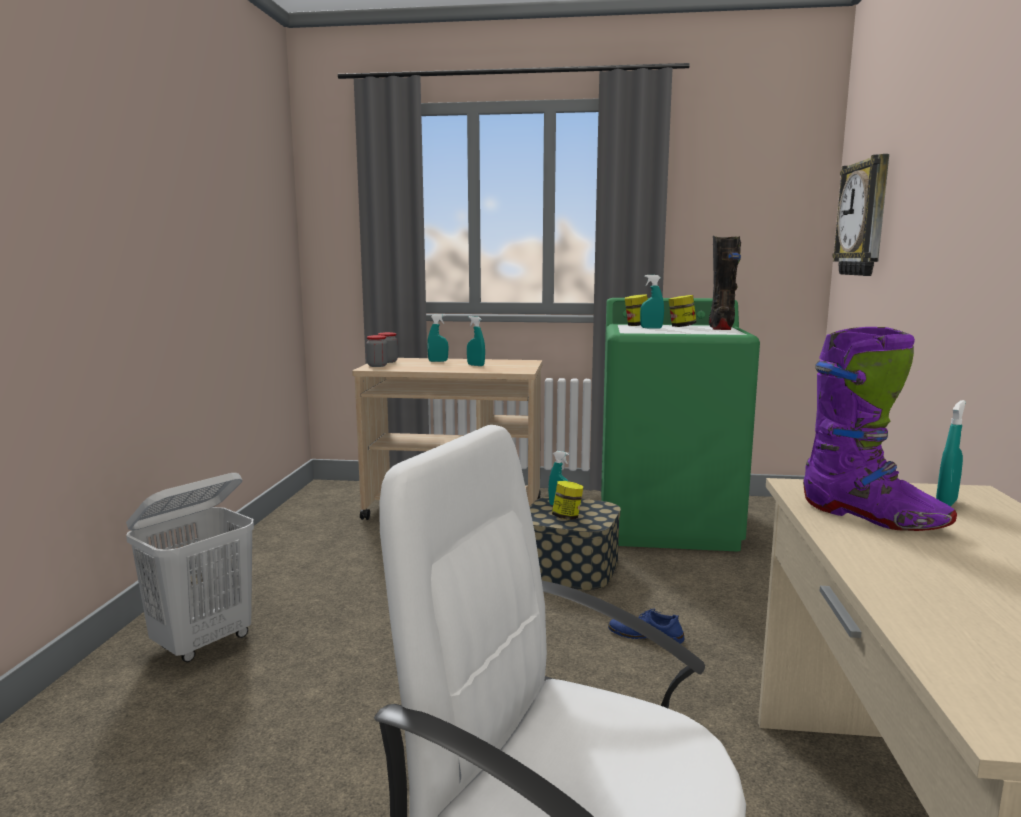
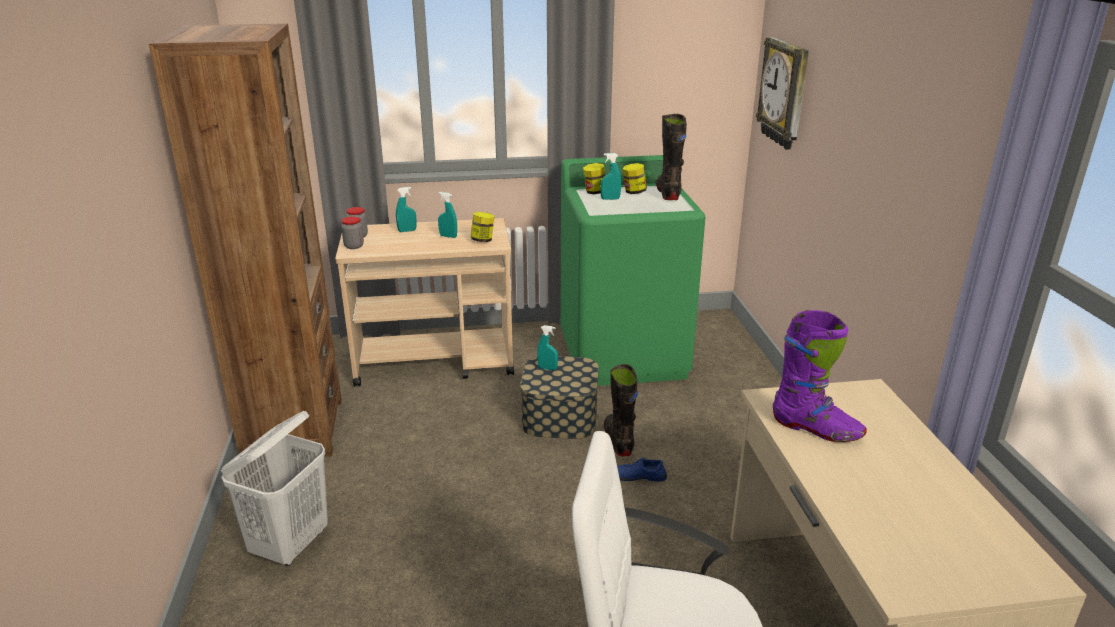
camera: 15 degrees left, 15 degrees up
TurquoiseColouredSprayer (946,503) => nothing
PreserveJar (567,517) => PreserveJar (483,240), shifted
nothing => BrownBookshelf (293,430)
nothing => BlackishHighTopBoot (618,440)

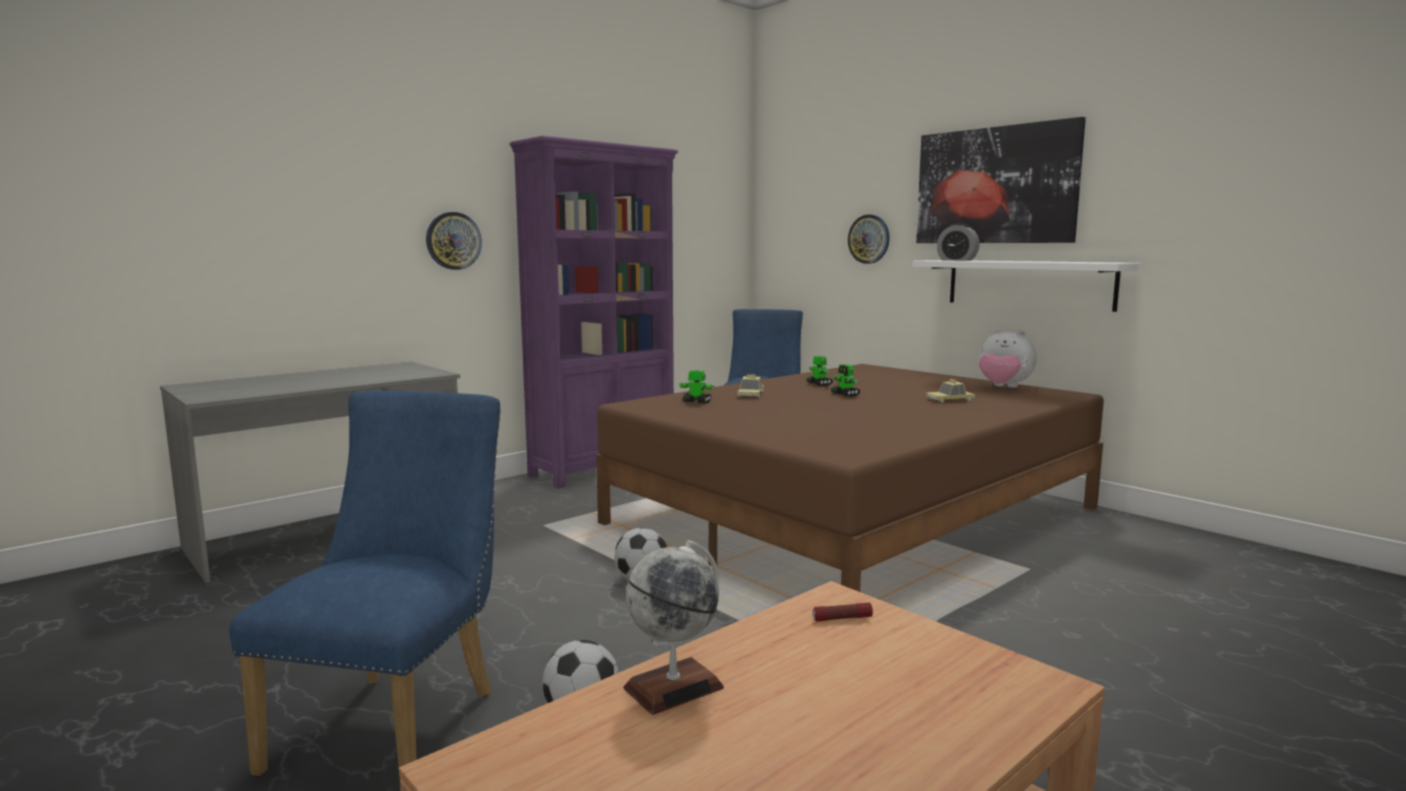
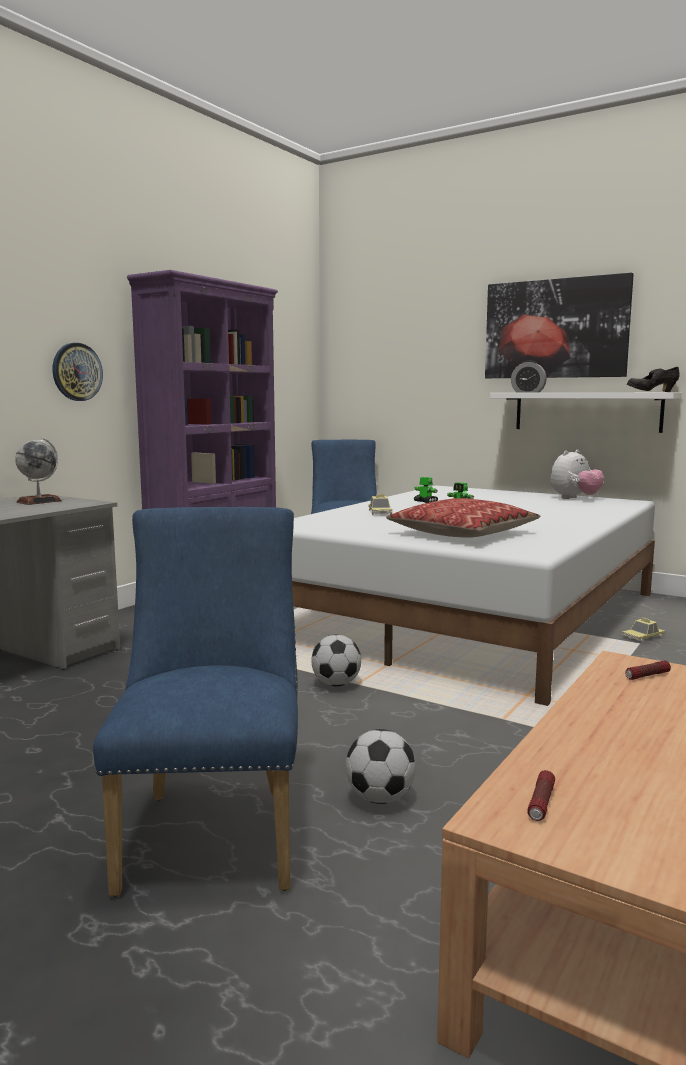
camera: 15 degrees left, 0 degrees up
HangingClock (869,239) => nothing
SoftToy (1003,387) => SoftToy (575,498), 60 degrees counterclockwise
BrownBed (855,516) => WhiteColouredBed (472,615)
ToyRobot (696,402) => nothing
ToyCar (949,399) => ToyCar (643,637), shifted
WorldGlobe (673,687) => WorldGlobe (39,501), shifted
nothing => BlackishLowShoe (651,392)
nothing => Pillow (462,533)
nothing => Torch (541,803)

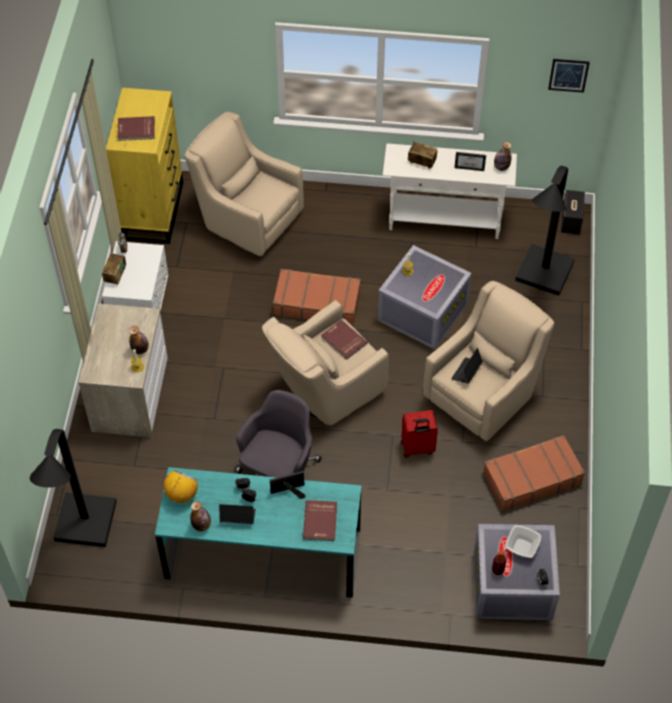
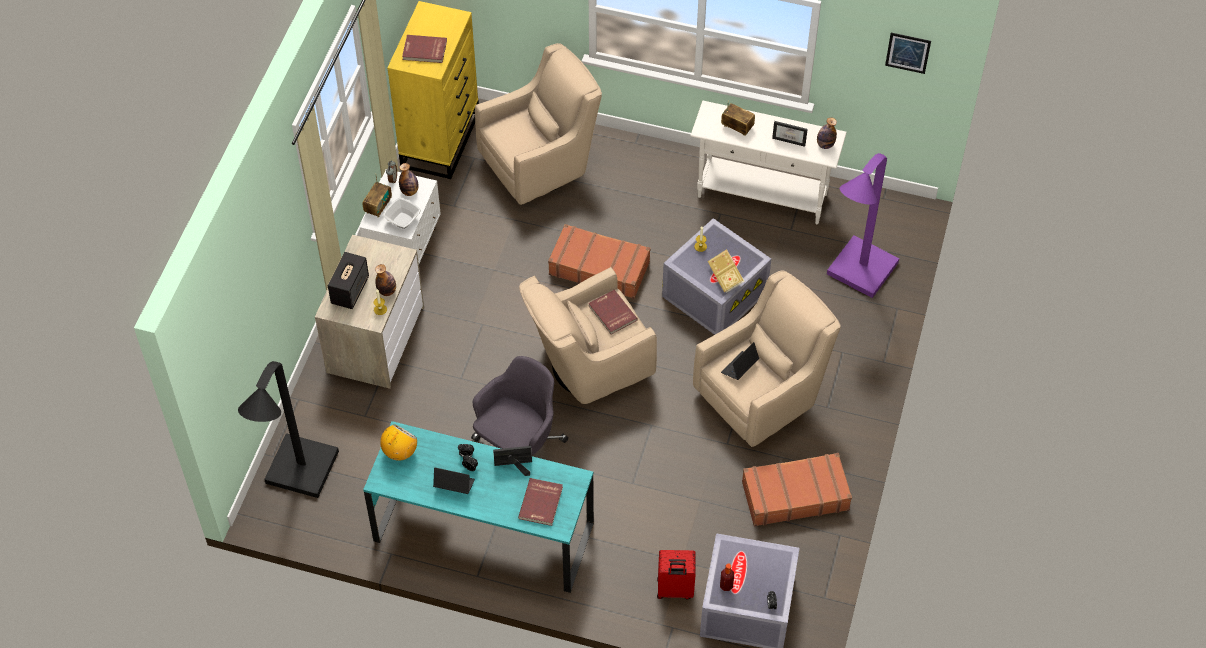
camera: 10 degrees right, 0 degrees up
BeigeArmchair (247,220) => BeigeArmchair (541,164), 105 degrees clockwise
BlackishStandingLamp (541,278) => PurpleStandingLamp (857,275)
Loudspeaker (570,220) => Loudspeaker (350,290), shifted
RedColouredSuitcase (417,448) => RedColouredSuitcase (674,590), shifted
BeverageBottle (201,525) => BeverageBottle (409,191), shifted
Bowl (522,547) => Bowl (403,220), shifted
nothing => Book (726,277)

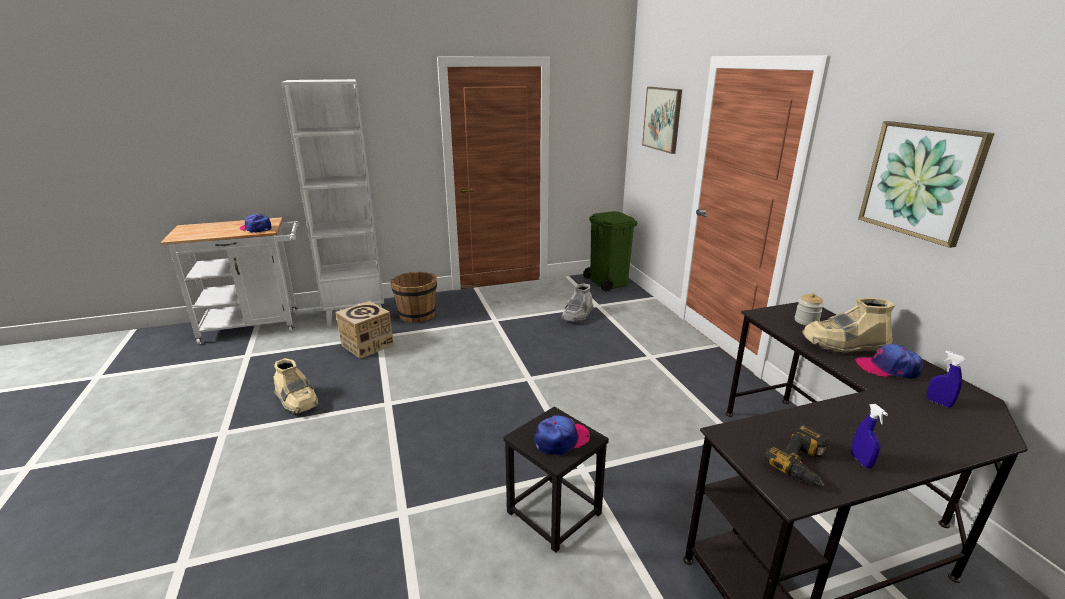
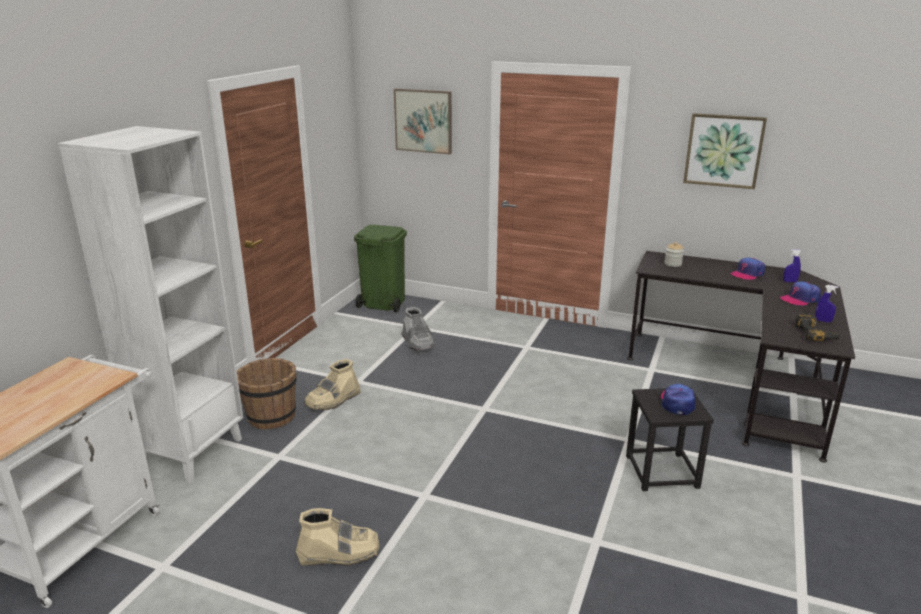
camera: 50 degrees left, 0 degrees up
Cap (256,228) => Cap (800,299), shifted
BeigeHighTopBoot (844,345) => BeigeHighTopBoot (333,400), shifted
PackingBox (367,345) => nothing

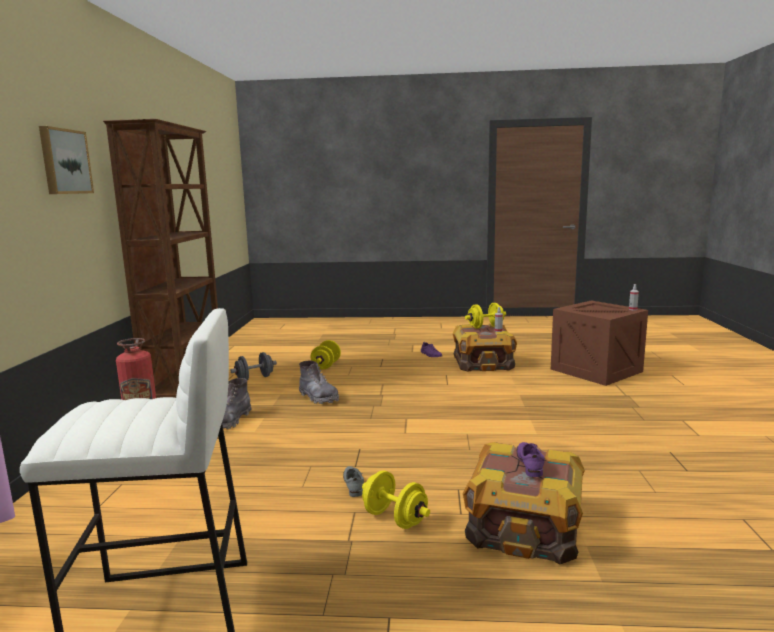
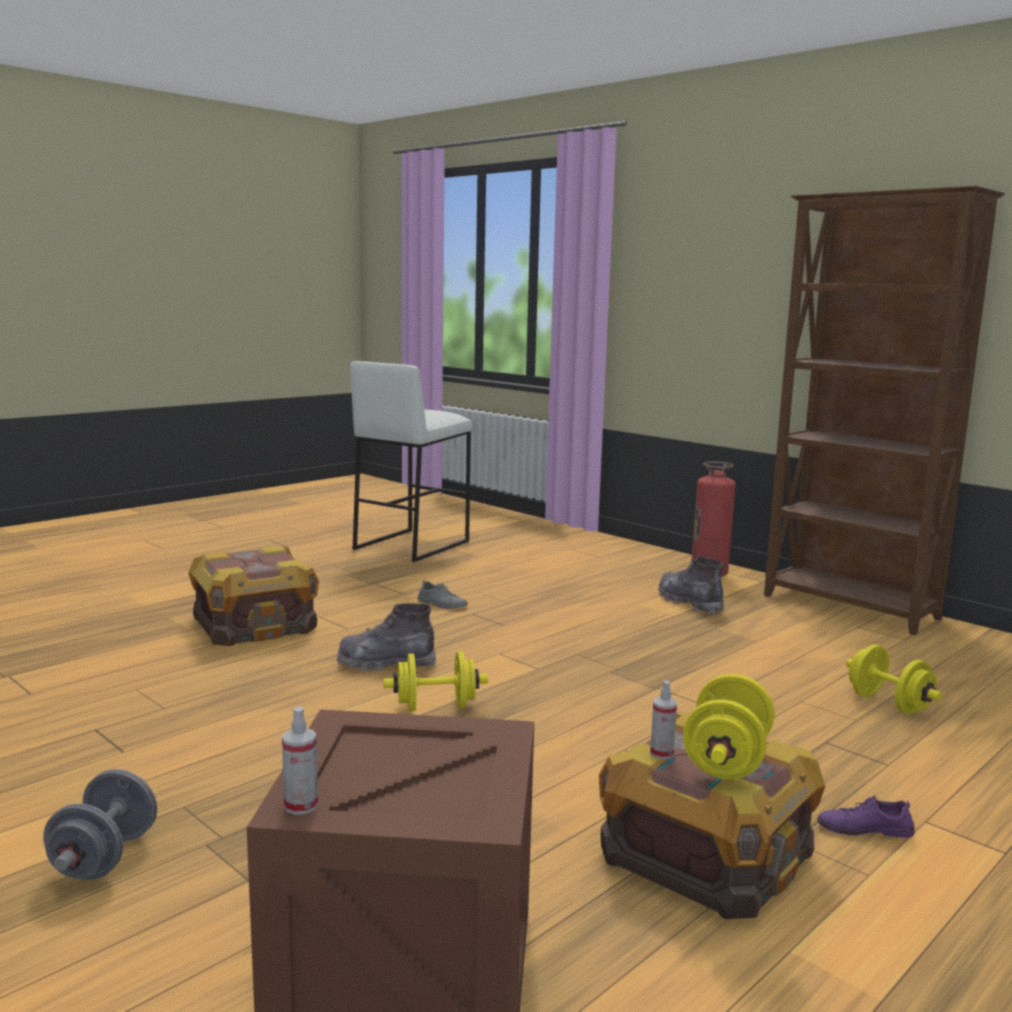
camera: 130 degrees right, 0 degrees up
Picture (64,161) => nothing
GreyishFreeWeight (254,378) => GreyishFreeWeight (104,857), shifted
GreyishHighTopBoot (318,397) => GreyishHighTopBoot (386,664), shifted
PurpleLowShoe (529,463) => nothing
YellowColouredFreeWeight (395,518) => YellowColouredFreeWeight (435,707), shifted

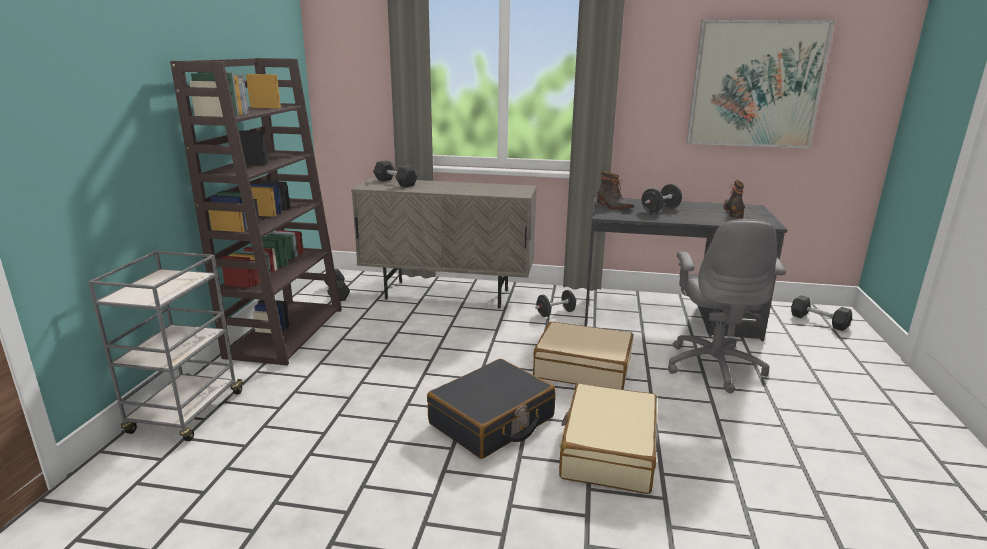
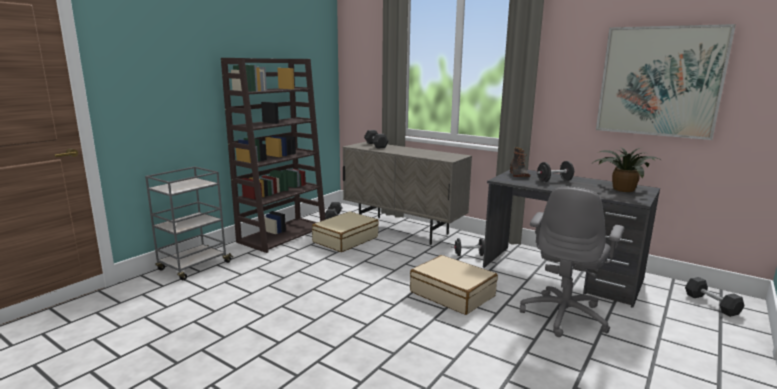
camera: 25 degrees right, 5 degrees down
HighTopBoot (734,211) => Houseplant (621,189)
BlackishSuitcase (492,421) => nothing
BeigeSuitcase (607,451) => BeigeSuitcase (345,239), shifted

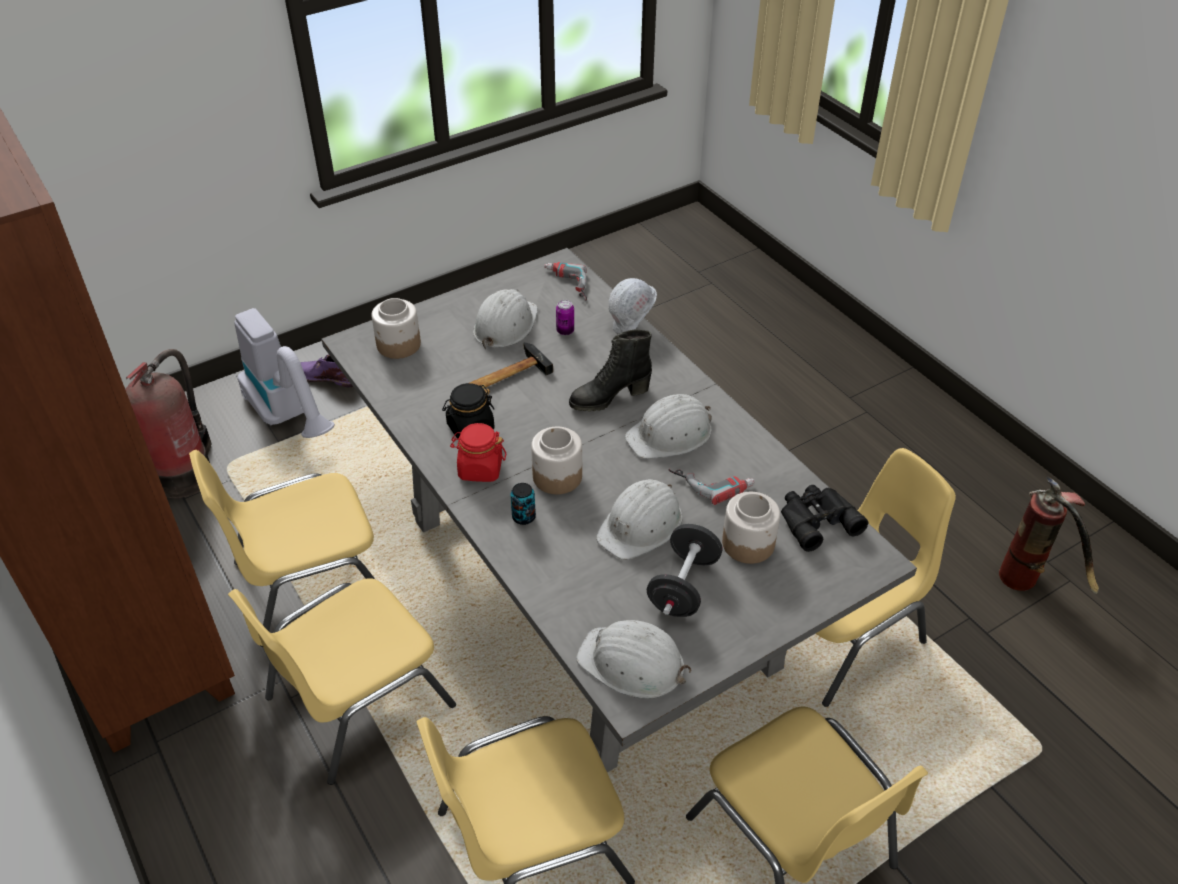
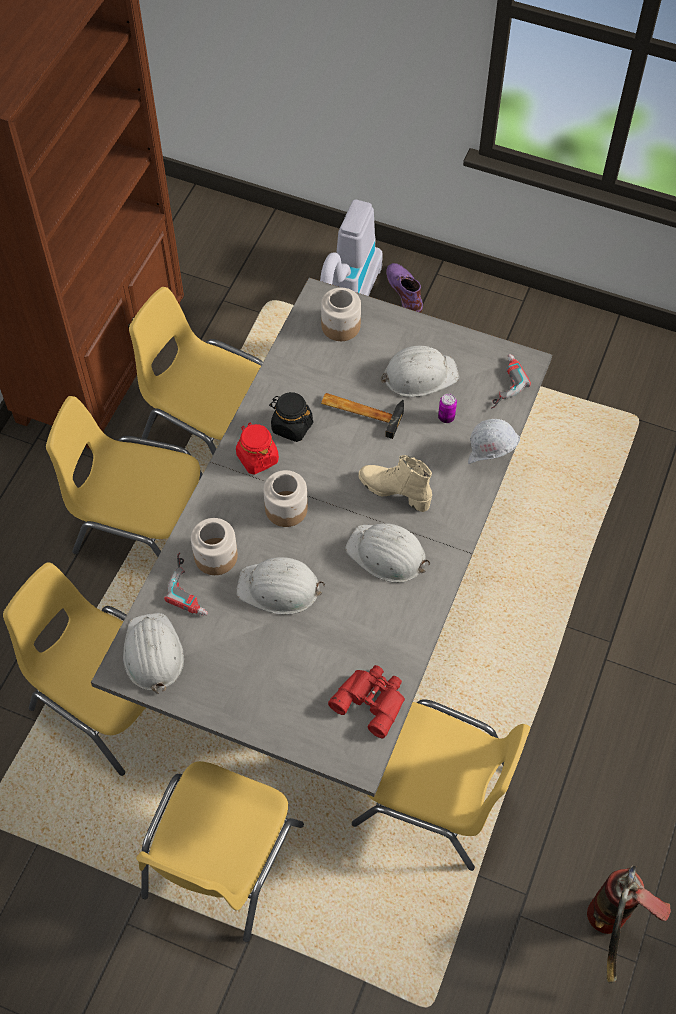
camera: 55 degrees right, 15 degrees up
BlackishHighTopBoot (609,397) => BeigeHighTopBoot (395,491)
FireExtinguisher (185,472) => nothing
Drill (712,481) => Drill (192,587), shifted
SealedCan (523,517) => nothing
BlackishPairOfBinoculars (816,520) => RedColouredPairOfBinoculars (371,699)
PreserveJar (748,543) => PreserveJar (216,556), shifted
BlackishFreeWeight (683,586) => nothing

